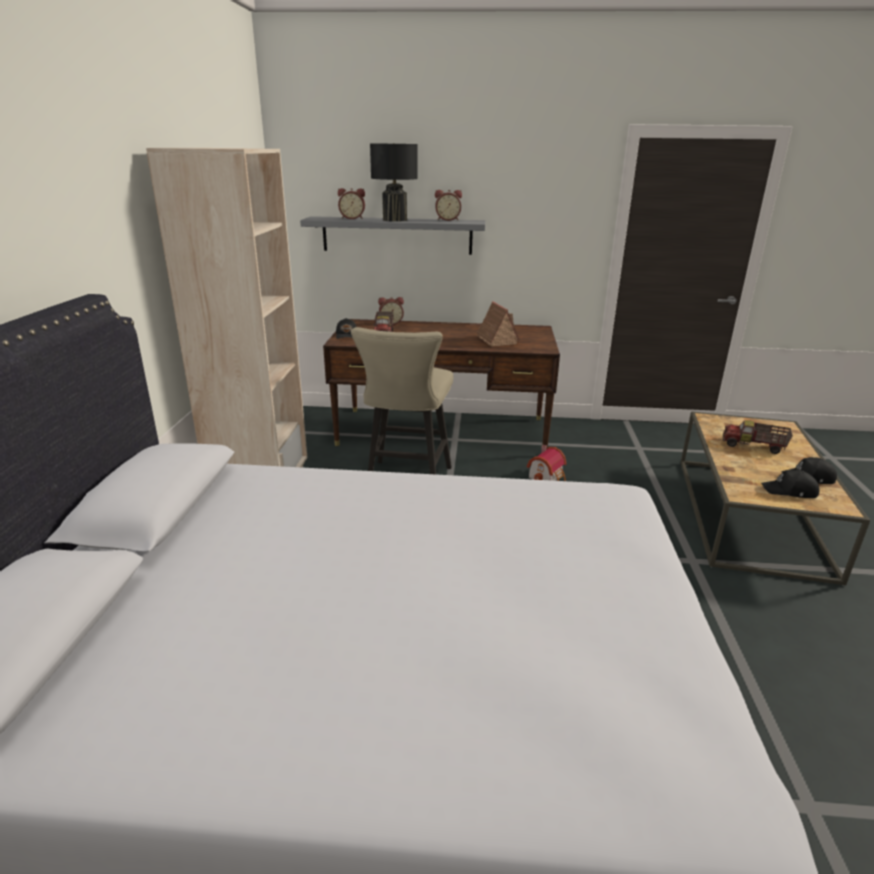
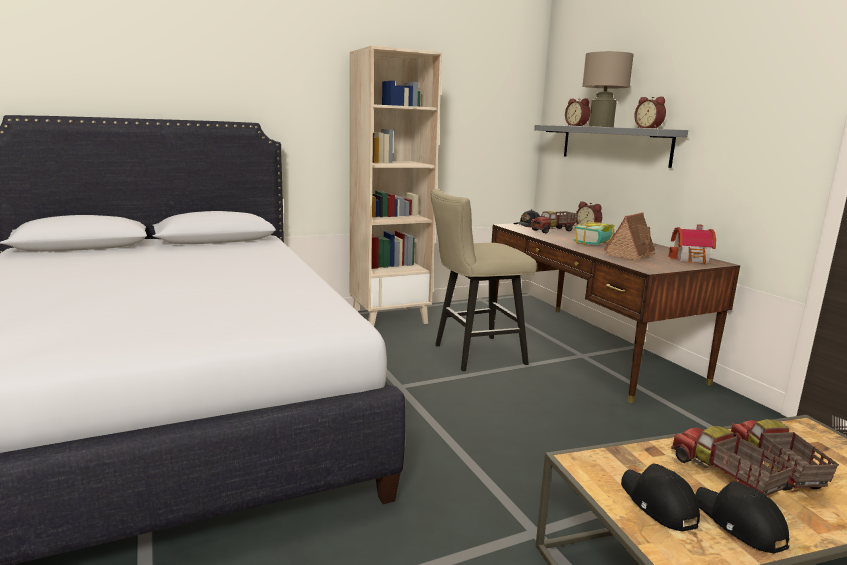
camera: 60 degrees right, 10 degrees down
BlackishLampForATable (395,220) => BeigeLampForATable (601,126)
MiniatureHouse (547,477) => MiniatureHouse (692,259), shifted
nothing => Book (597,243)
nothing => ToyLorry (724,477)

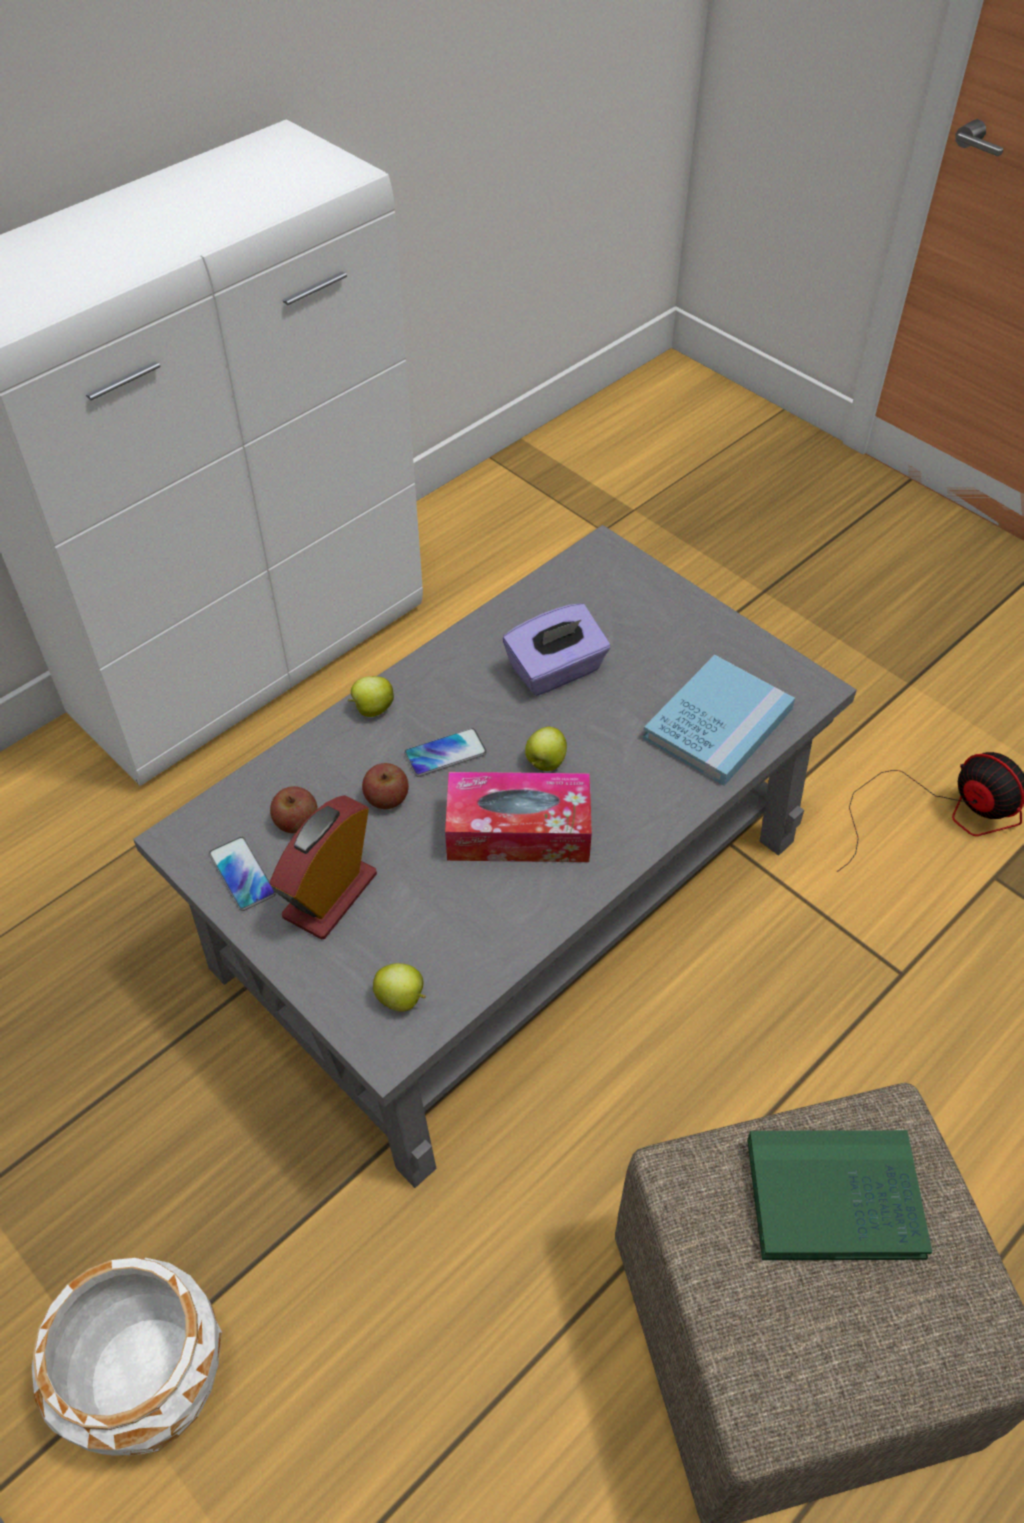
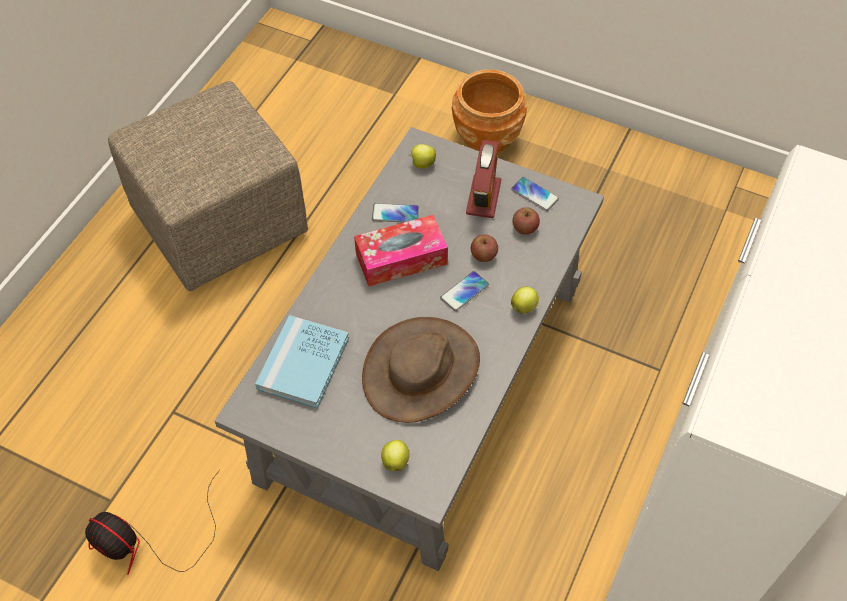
camera: 160 degrees right, 5 degrees up
PurpleTissueHolder (556,671) => BrownWearableHat (421,371)
WholeApple (545,763) => WholeApple (395,461), shifted
GreenColouredBook (834,1197) => nothing
WhiteColouredFlowerPot (148,1378) => BrownFlowerPot (487,136)
nothing => Phone (395,214)

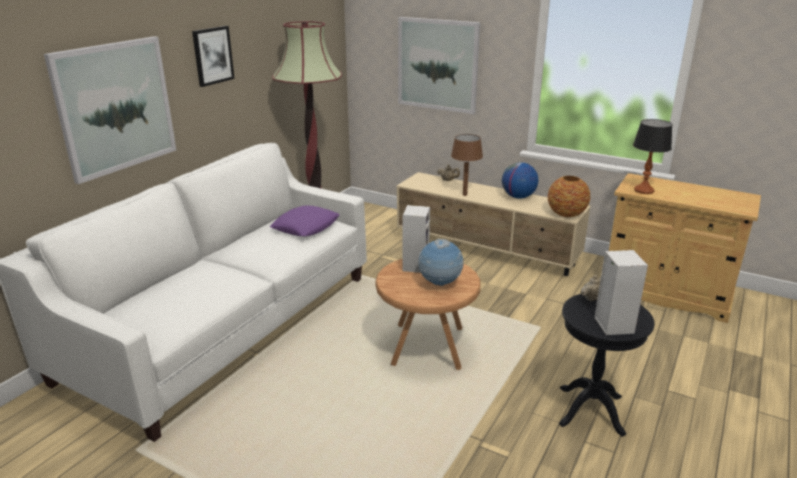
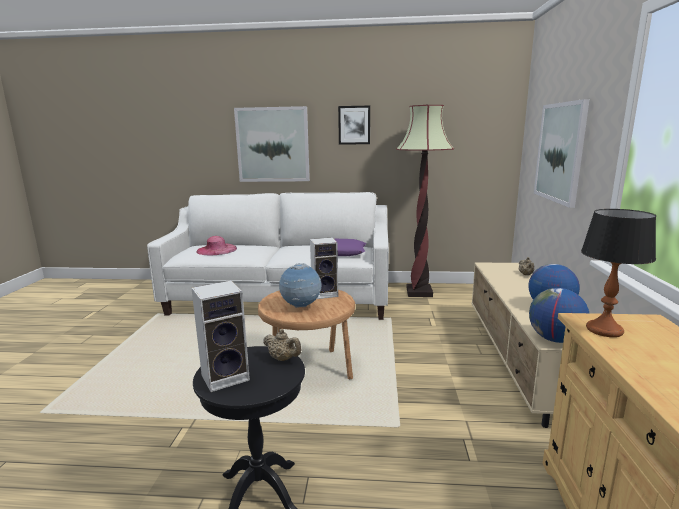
camera: 65 degrees right, 10 degrees down
BrownLampForATable (465,195) => nothing
Vase (567,214) => WorldGlobe (555,339)
nothing => PinkColouredWearableHat (216,250)

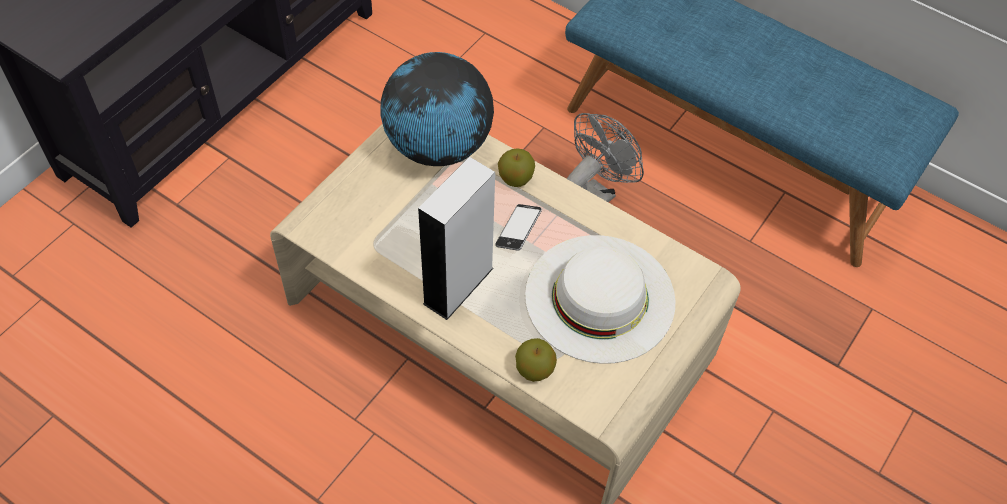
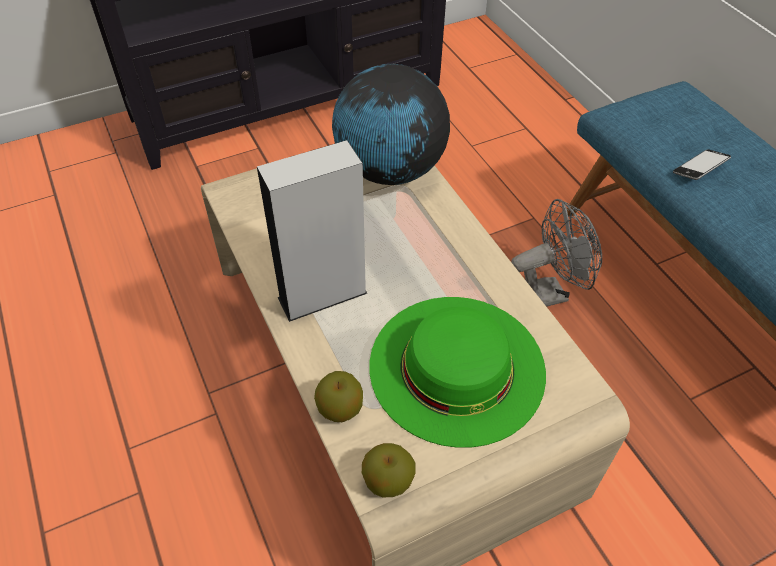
camera: 30 degrees right, 5 degrees down
WholeApple (515,179) => WholeApple (388,481), shifted
Phone (518,230) => Phone (700,168), shifted
WhiteColouredWearableHat (600,297) => GreenColouredWearableHat (457,367)

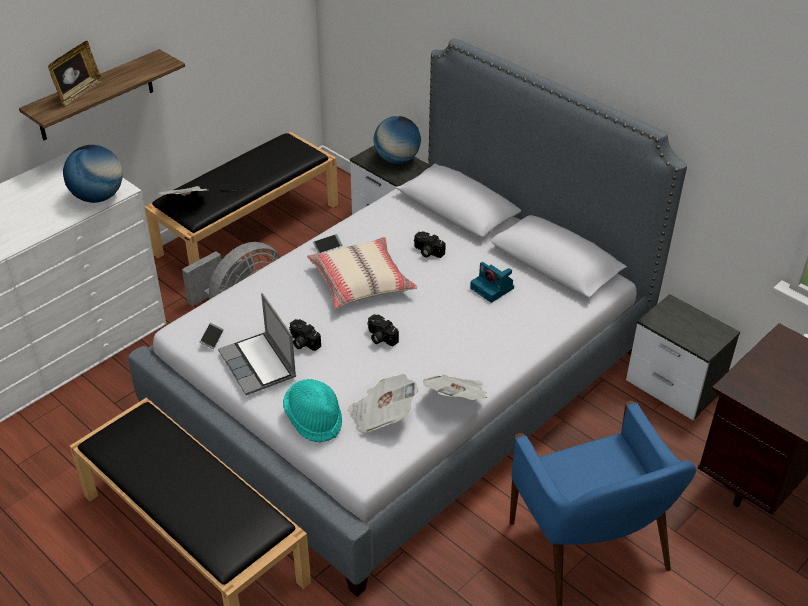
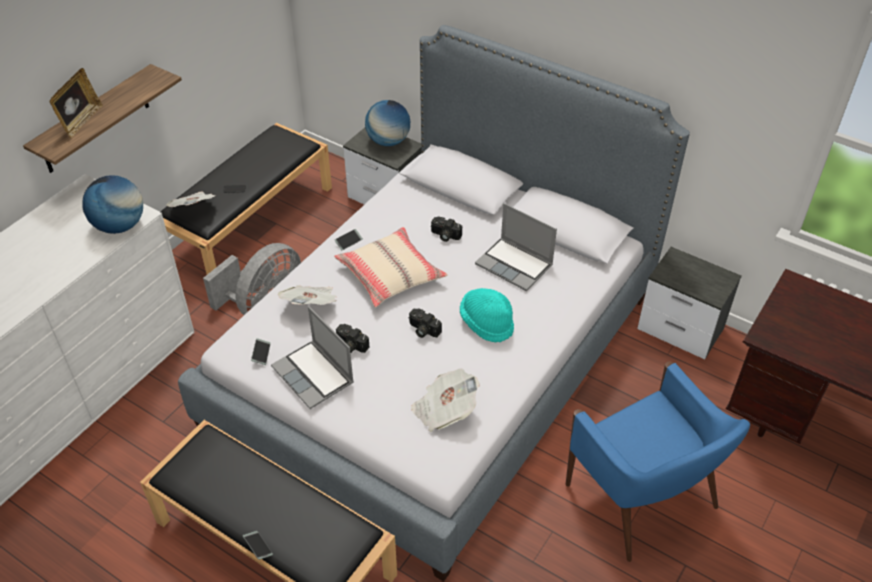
camera: 10 degrees left, 5 degrees up
PhotoCamera (493,288) => NotebookComputer (515,265)
Newspaper (457,399) => Newspaper (311,305), shifted
TurquoiseColouredWearableHat (314,419) => TurquoiseColouredWearableHat (487,323), shifted
nothing => Phone (258,547)

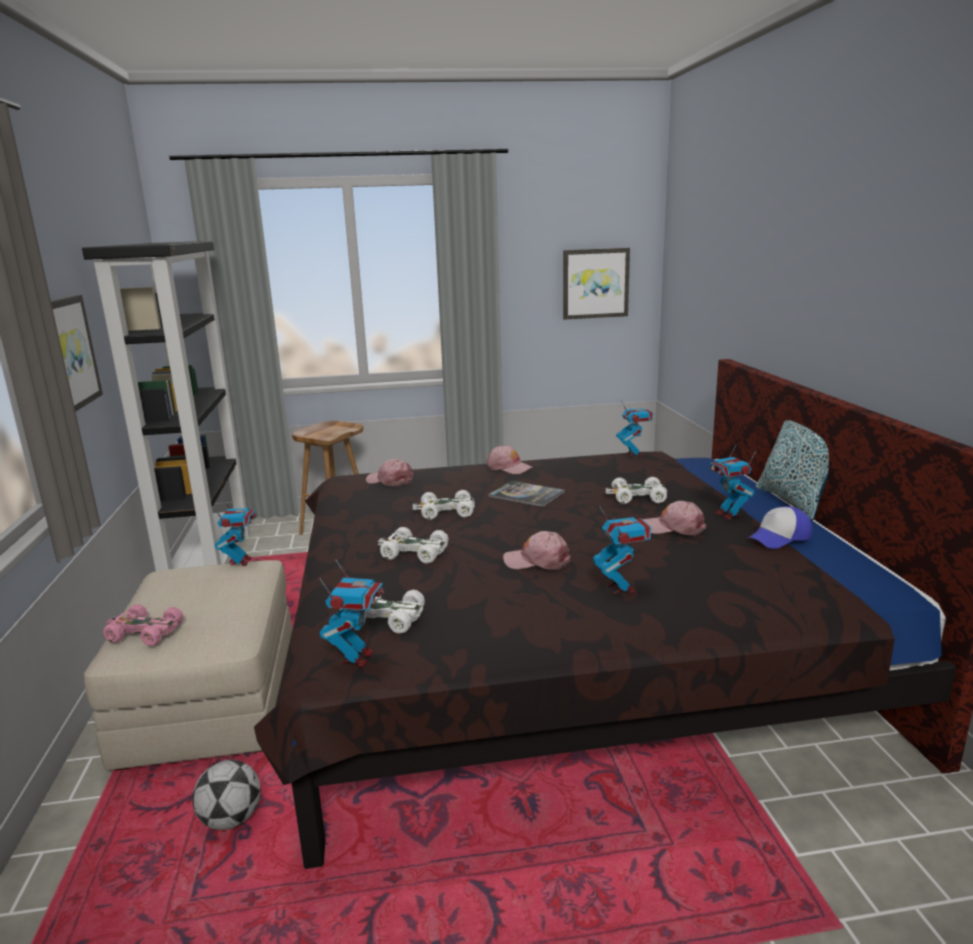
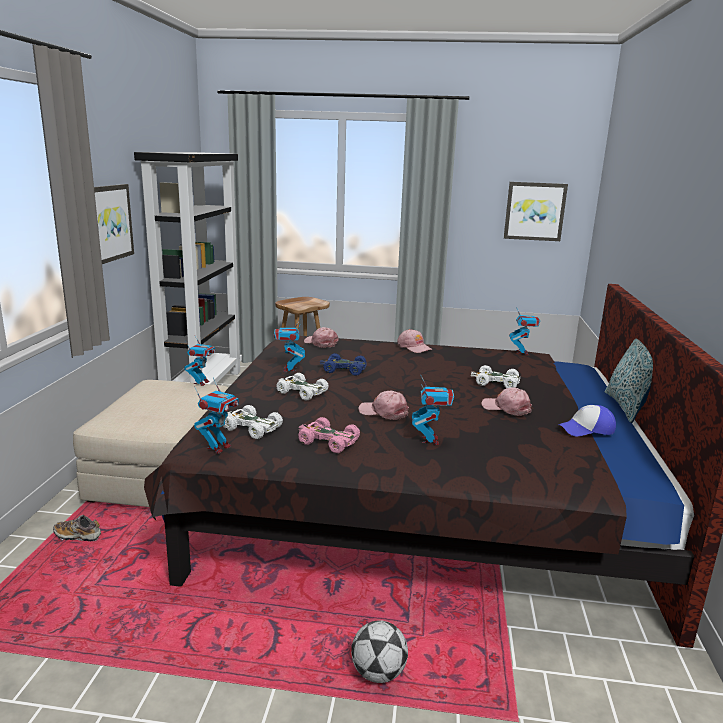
camera: 15 degrees right, 0 degrees up
ToyRobot (728,514) => ToyRobot (289,369), shifted
Book (526,495) => nothing
WhiteColouredToyCar (445,512) => BlueColouredToyCar (344,370)
PinkColouredToyCar (144,633) => PinkColouredToyCar (328,442), shifted
FootballBall (231,819) => FootballBall (378,673), shifted
nothing => LowShoe (77,536)

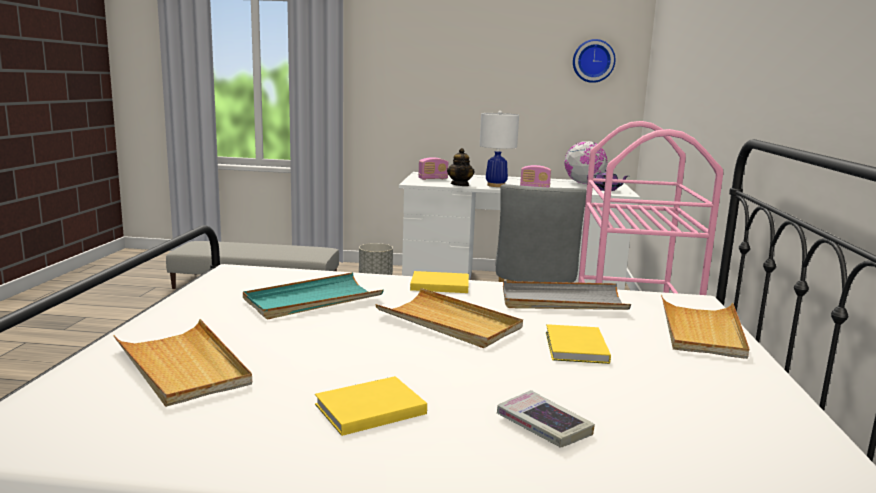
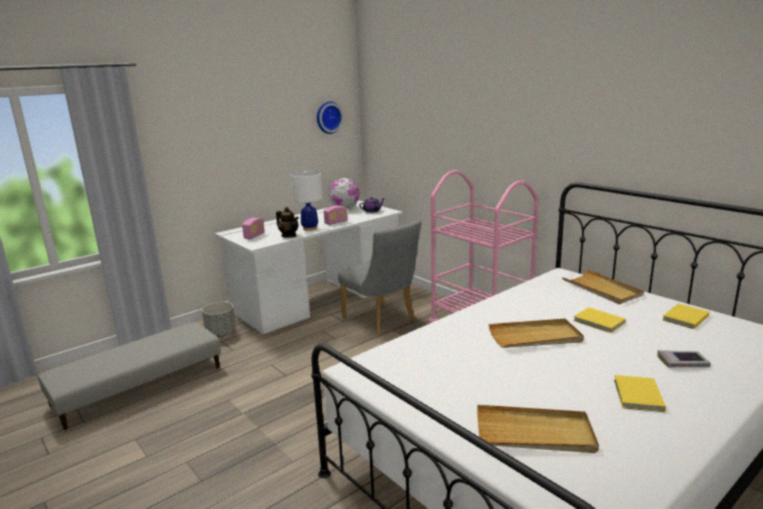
camera: 45 degrees left, 5 degrees up
YellowColouredBook (438,285) => YellowColouredBook (684,318), shifted
TurquoiseColouredServingTray (312,300) => nothing
GreyishServingTray (562,301) => nothing

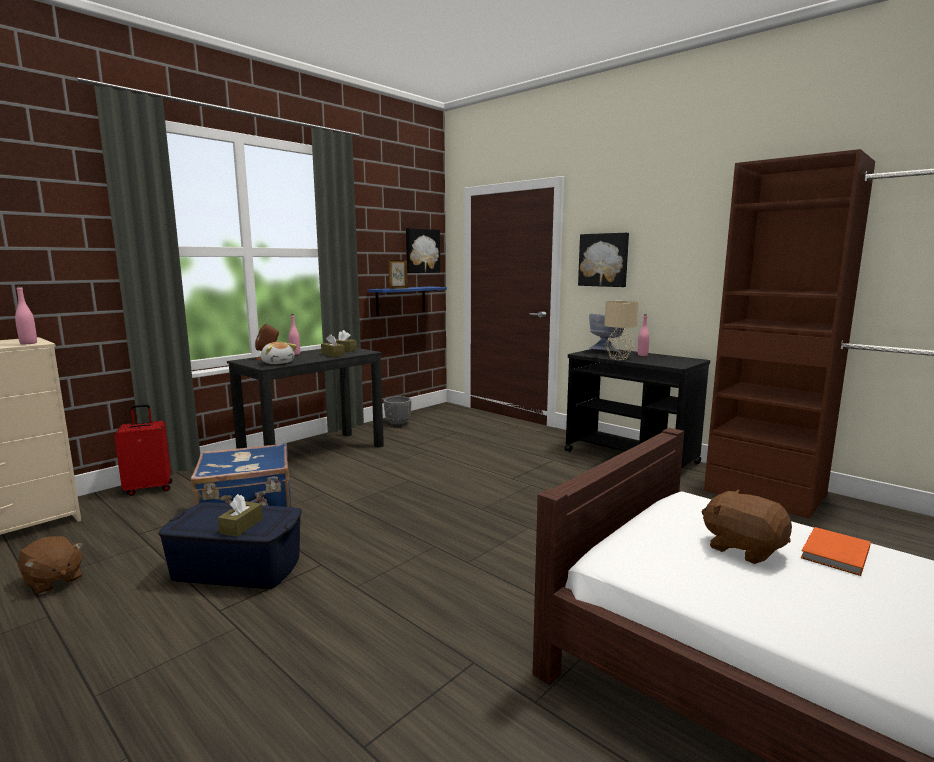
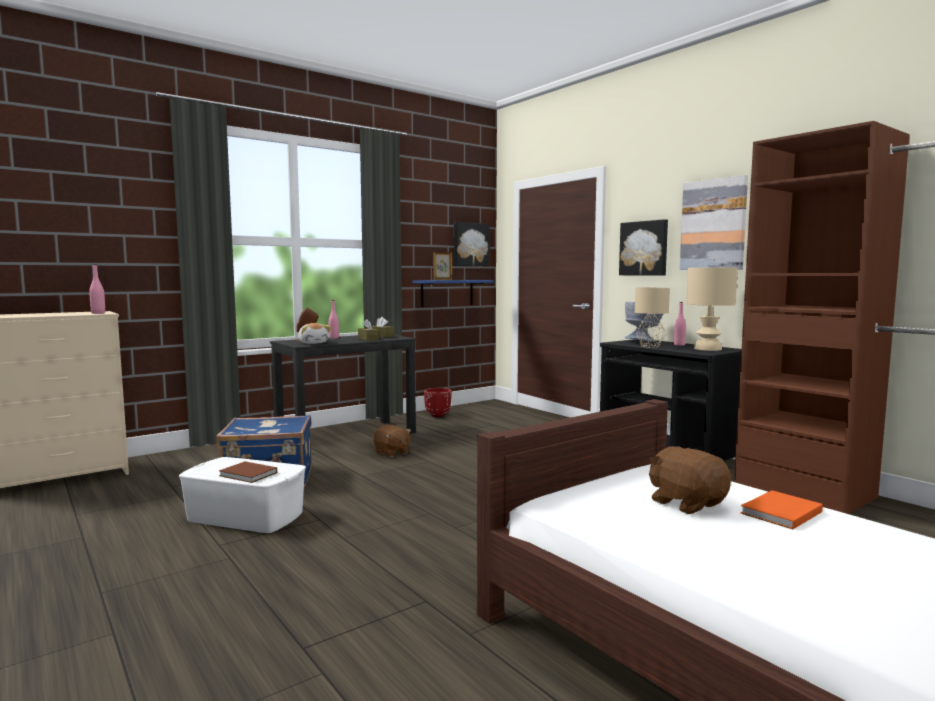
camera: 10 degrees right, 5 degrees down
GreyishFlowerPot (398,424) => RedColouredFlowerPot (438,415)
RedColouredSuitcase (149,488) => nothing
BrownTissueHolder (241,526) => BrownBook (248,475)
BlueColouredStorageContainer (237,568) => WhiteColouredStorageContainer (245,517)
BrownSoftToy (53,581) => BrownSoftToy (392,453), shifted
nothing => Picture (713,225)
nothing => BeigeLampForATable (708,349)

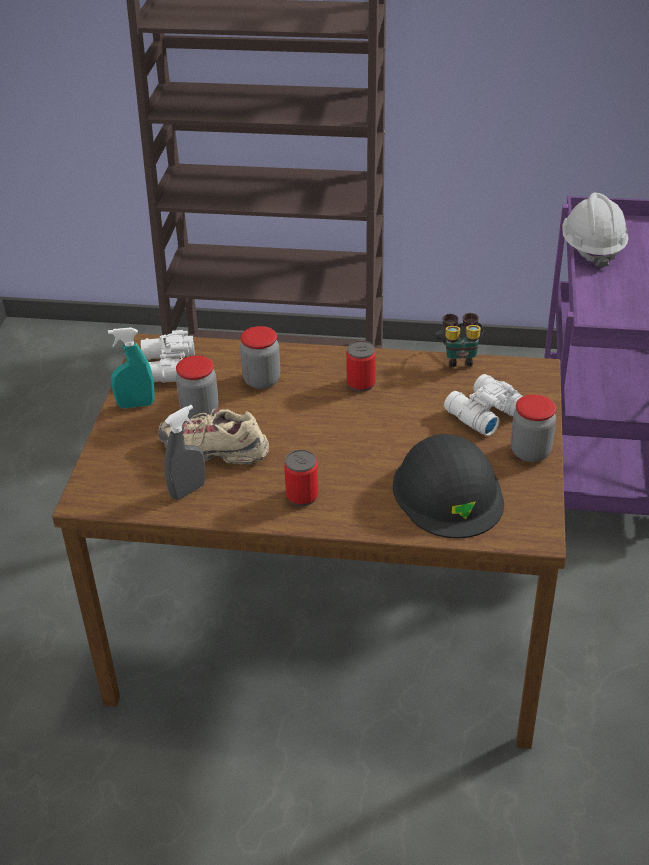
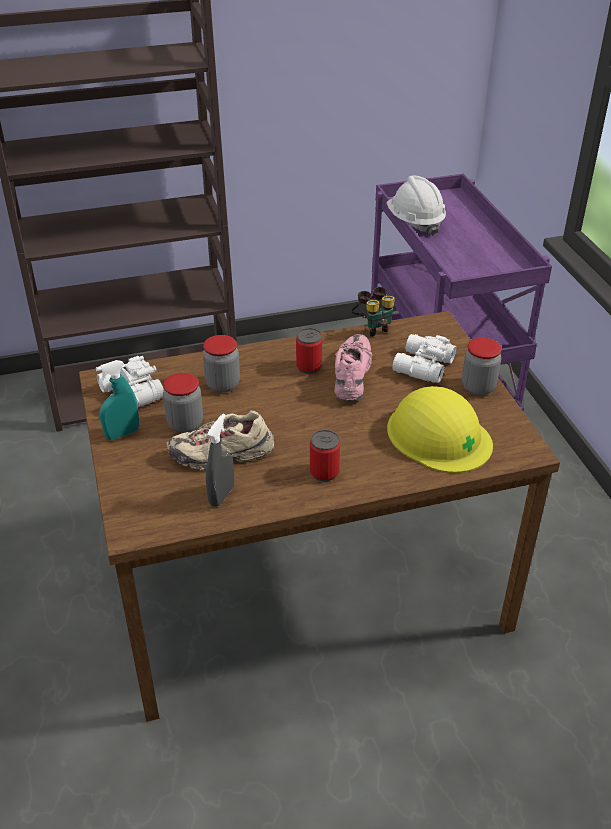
camera: 25 degrees left, 0 degrees up
BlackishSafetyHelmet (448,492) => YellowColouredSafetyHelmet (438,435)
nothing => PinkColouredLowShoe (351,376)

